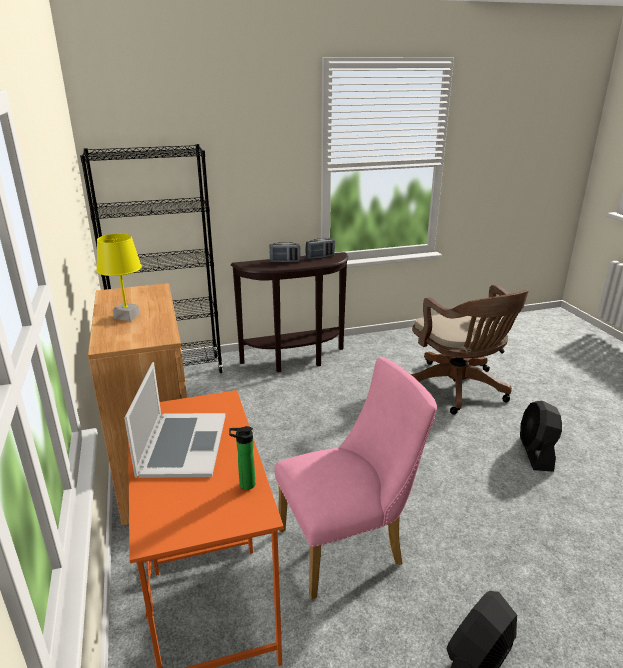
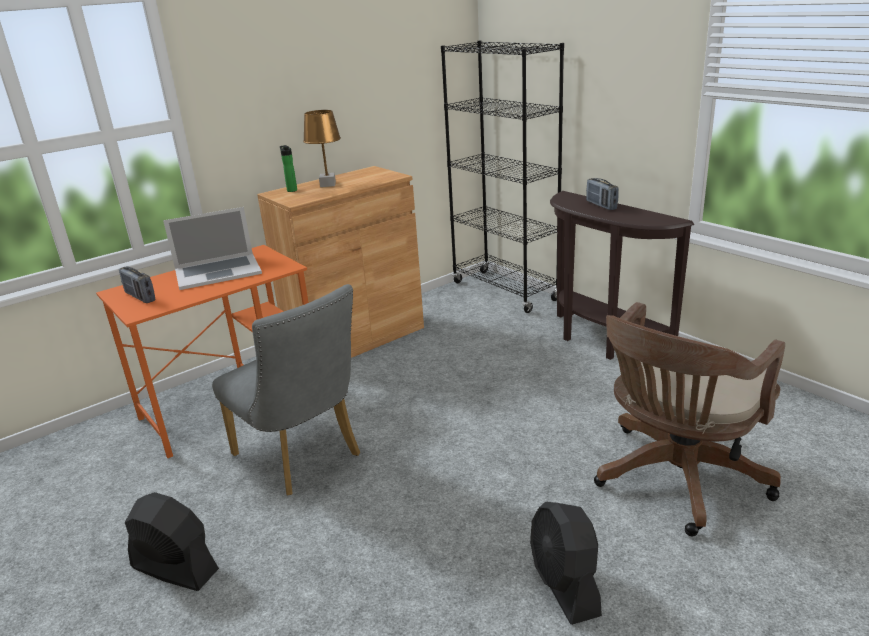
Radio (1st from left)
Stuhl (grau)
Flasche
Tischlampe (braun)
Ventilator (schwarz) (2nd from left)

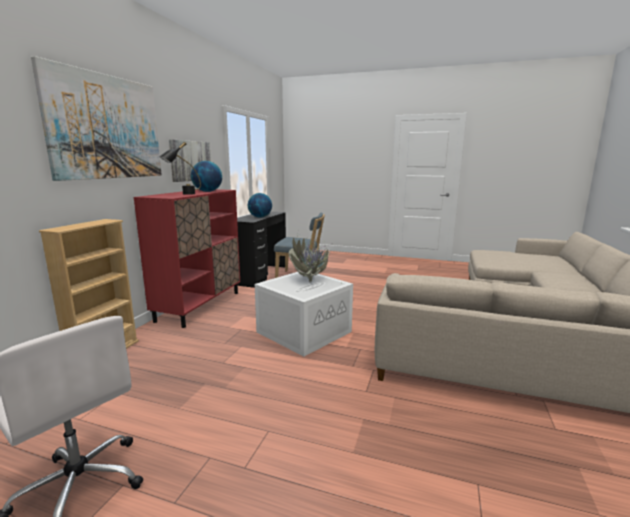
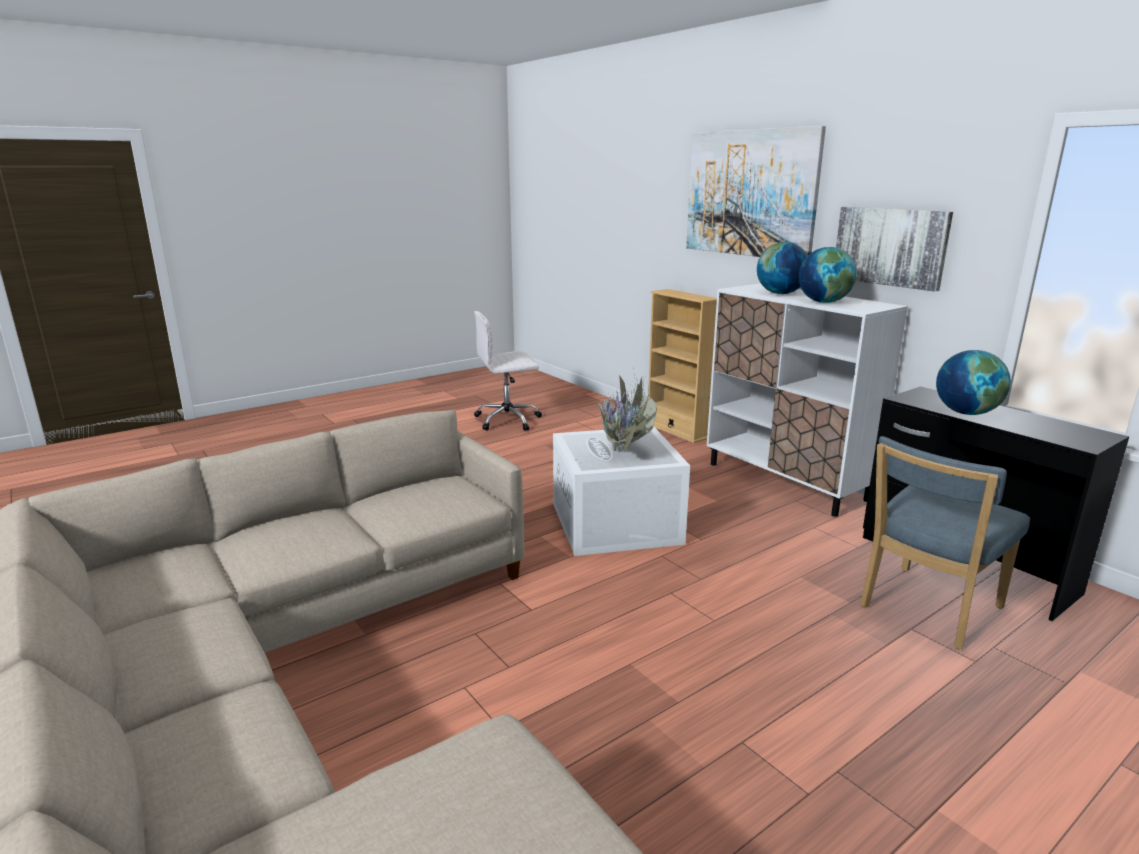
Schrank (weiß)
Globus (1st from left)

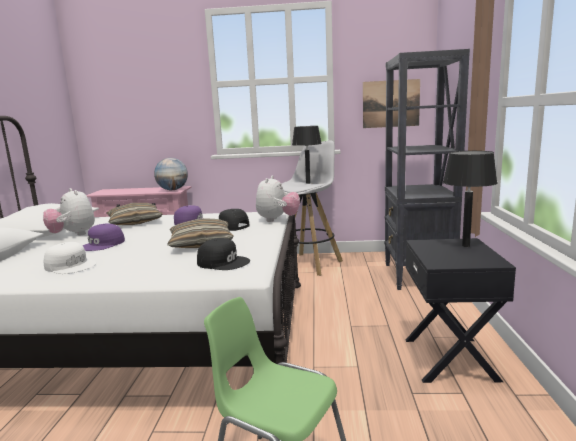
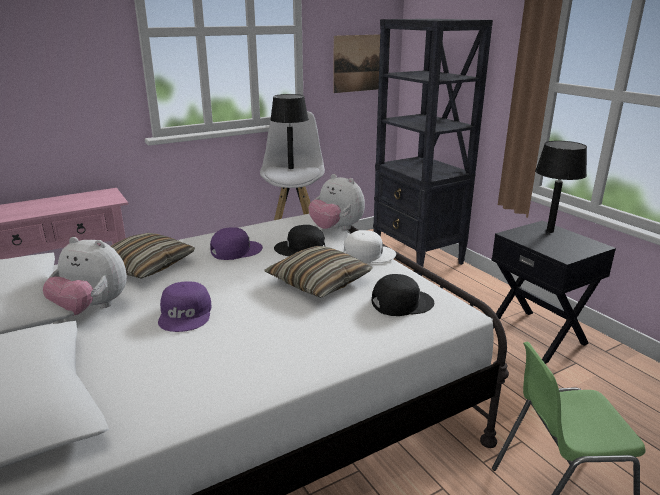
Plüschtier (2nd from left)
Kappe (weiß)
Globus

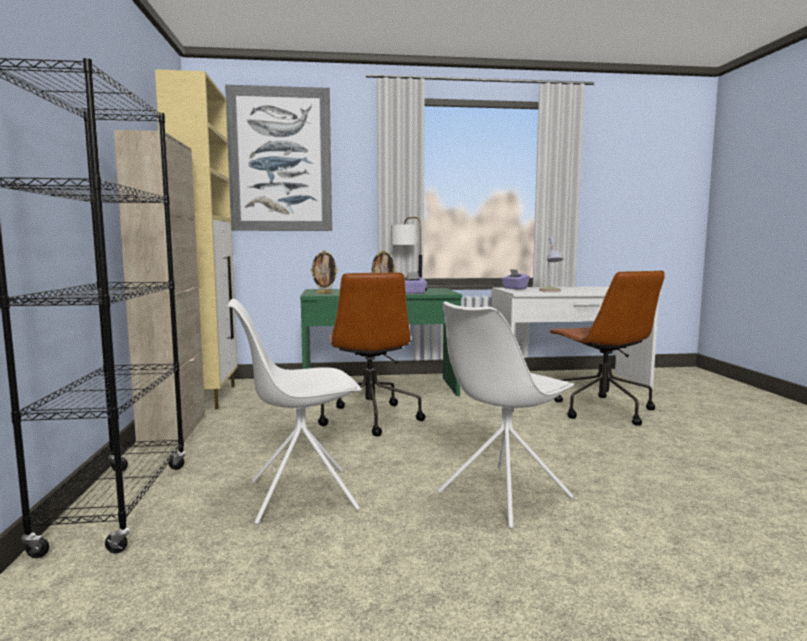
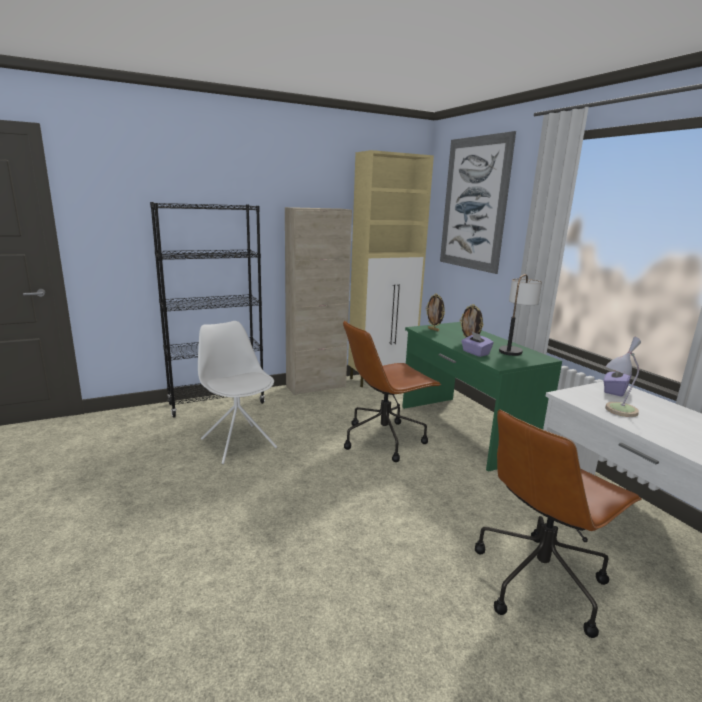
Stuhl (weiß) (2nd from left in the first image)

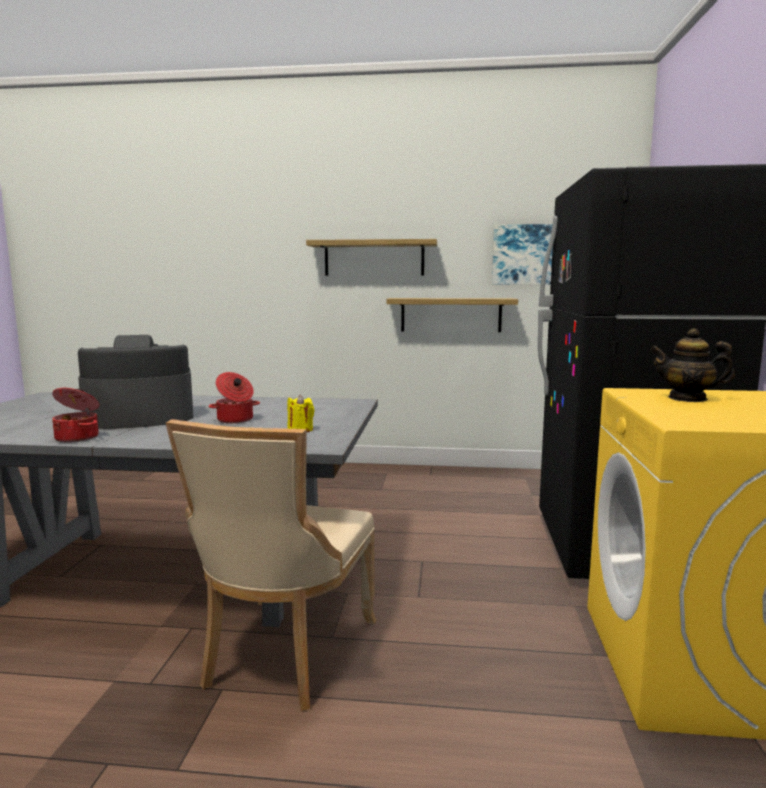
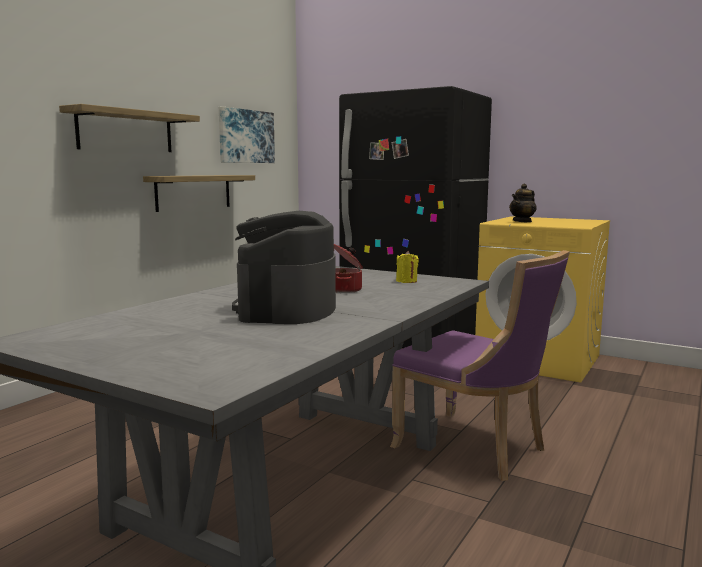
Stuhl (lila)
Kochtopf (1st from left in the first image)

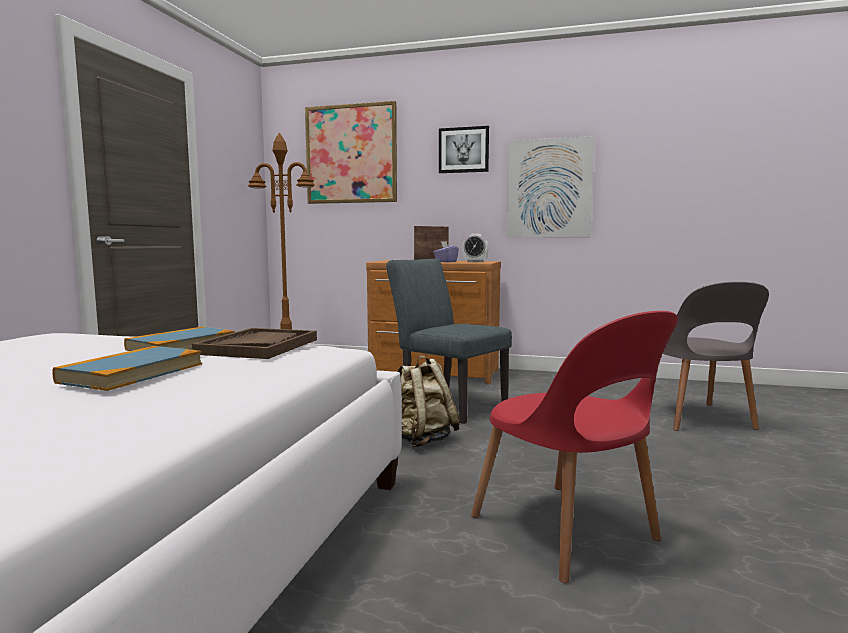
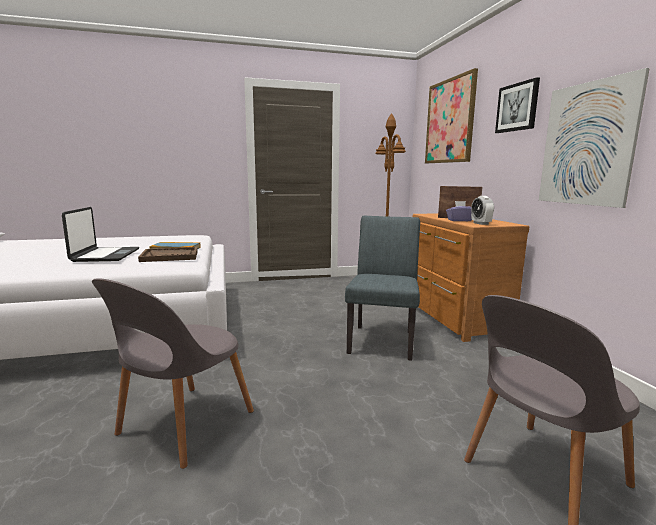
Laptop
Stuhl (grau) (1st from left)
Rucksack (beige)

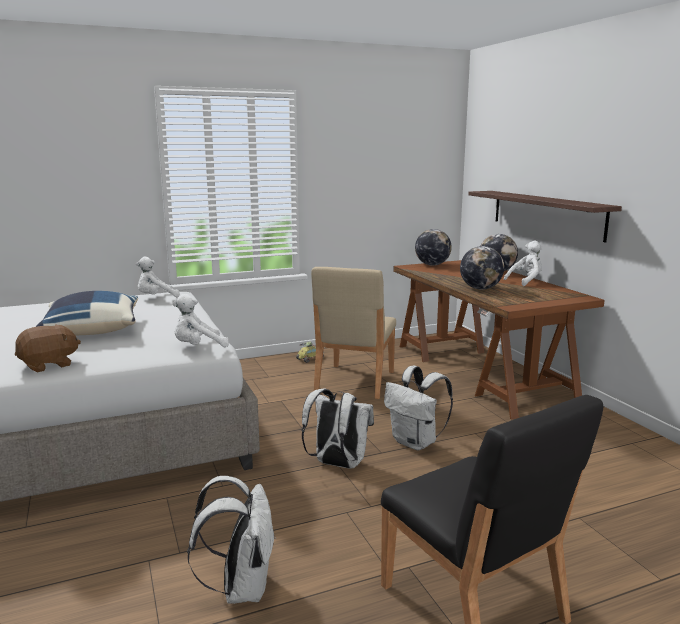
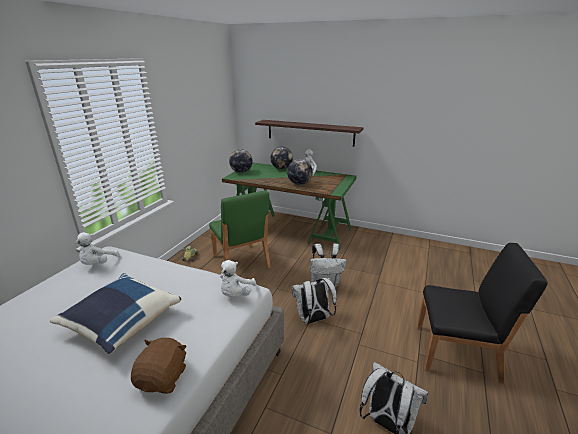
Stuhl (grün)
Schreibtisch (grün)

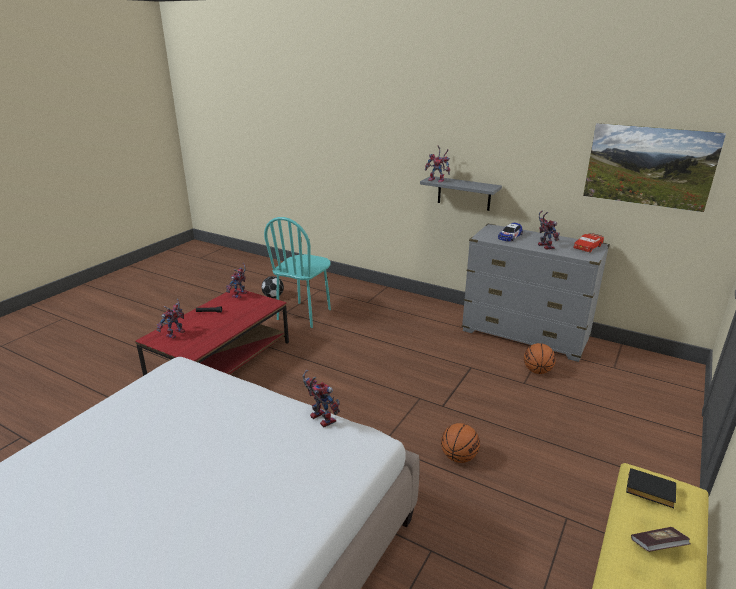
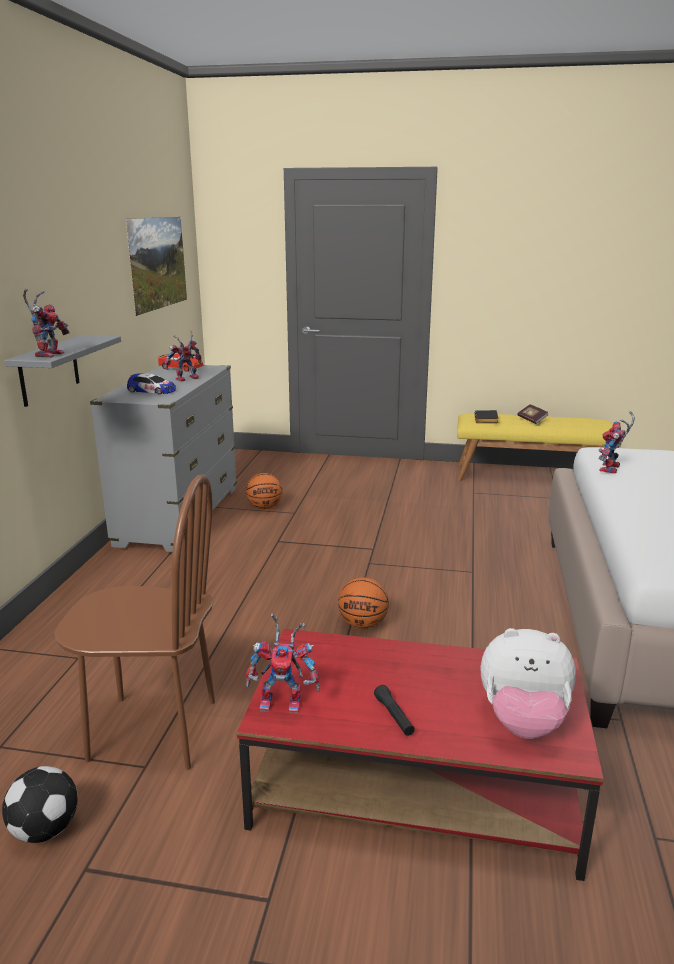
Stuhl (braun)
Basketball (2nd from left)
Plüschtier

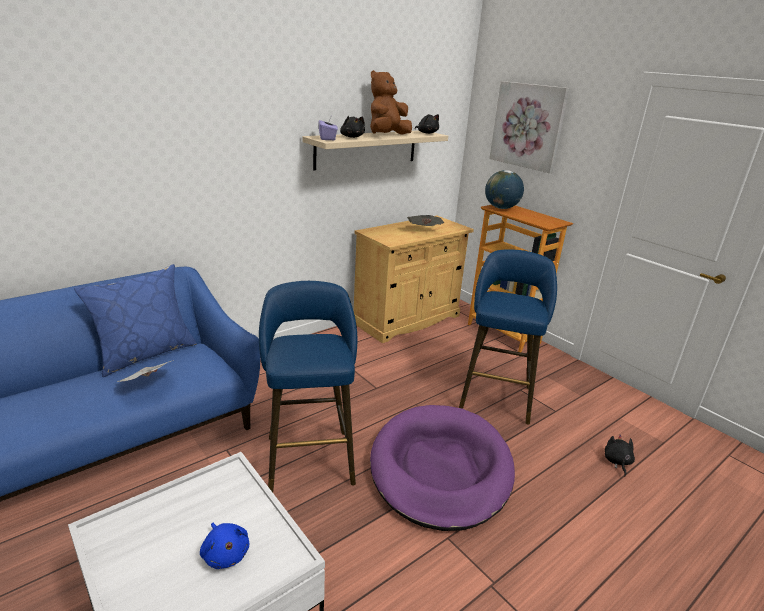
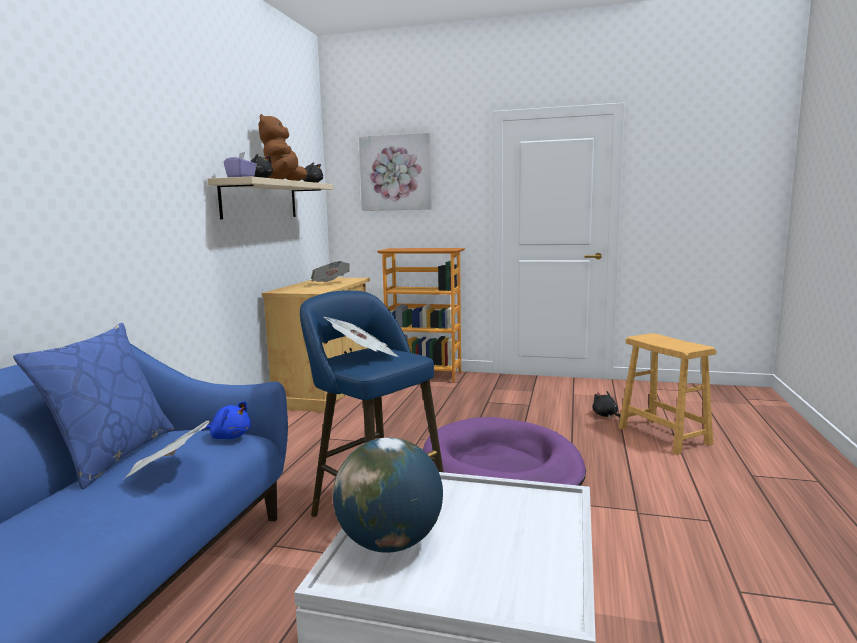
Plüschtier (blau)
Zeitung (3rd from left)
Globus
Hocker (braun)
Hocker (blau) (2nd from left in the first image)

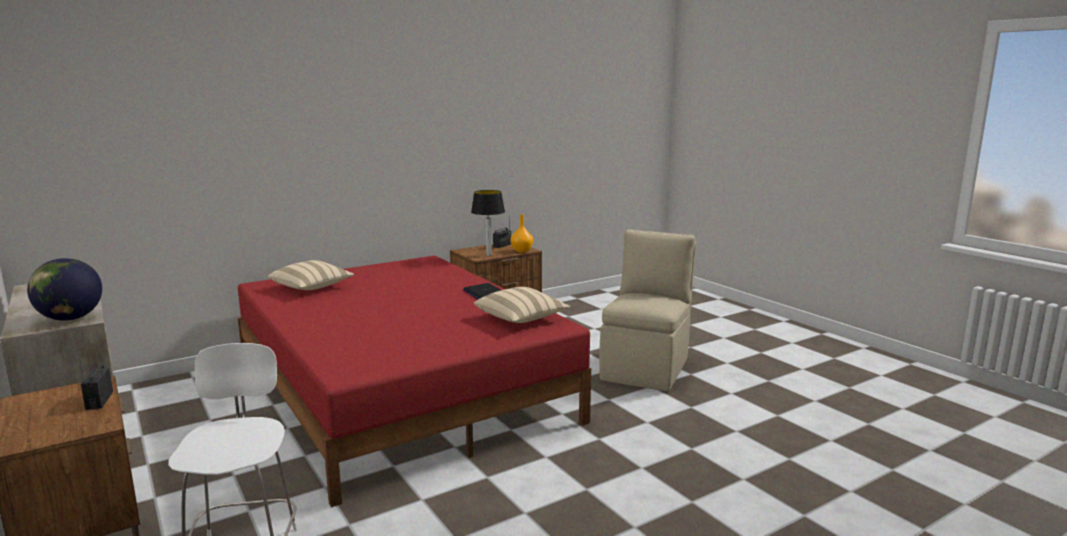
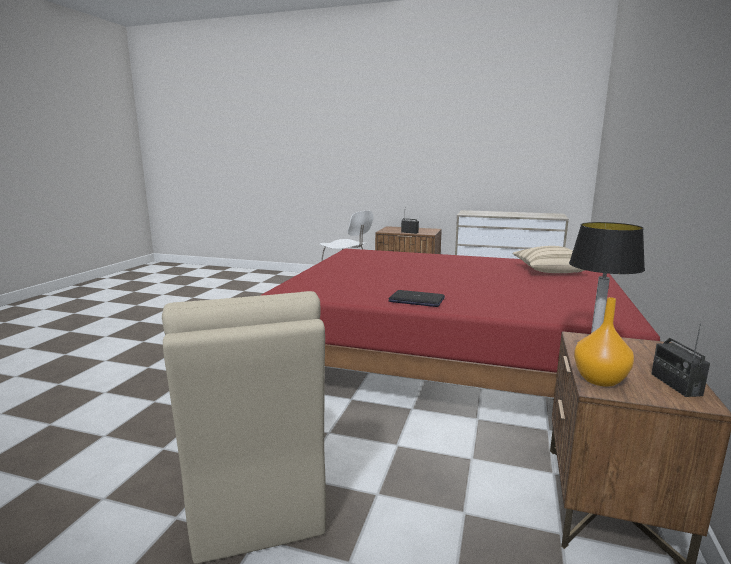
Globus
Kissen (beige) (2nd from left in the first image)

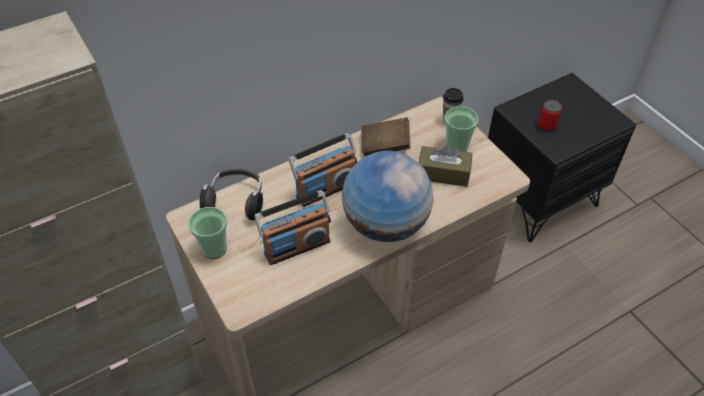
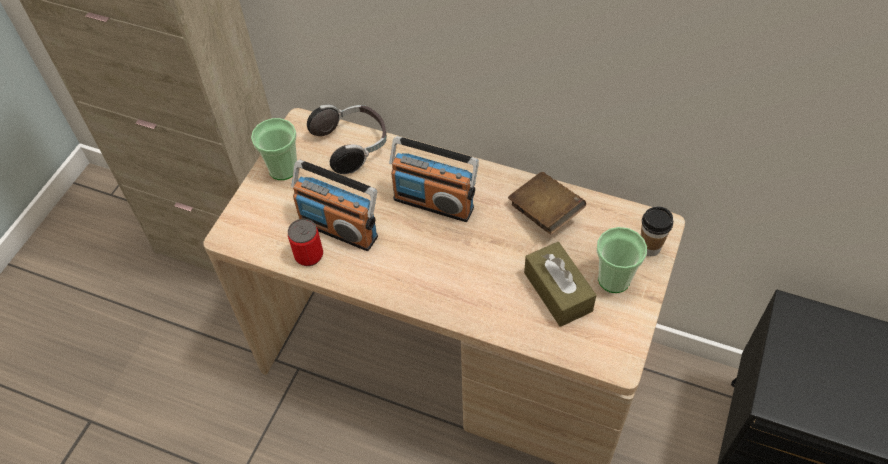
Dose
Globus

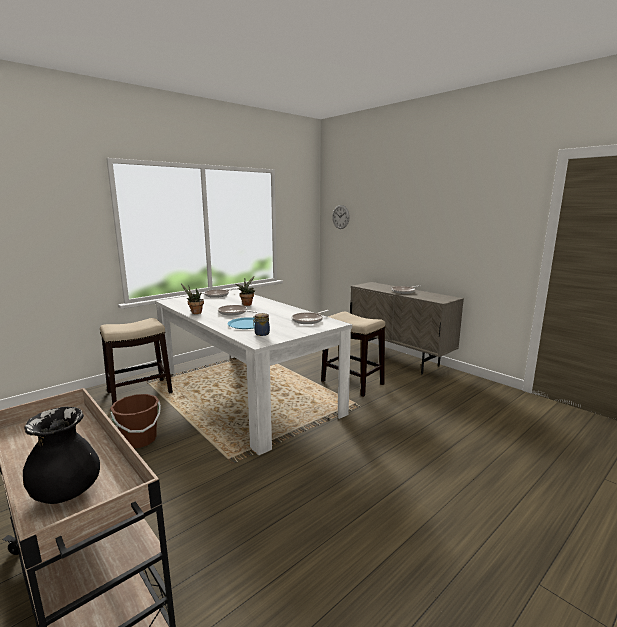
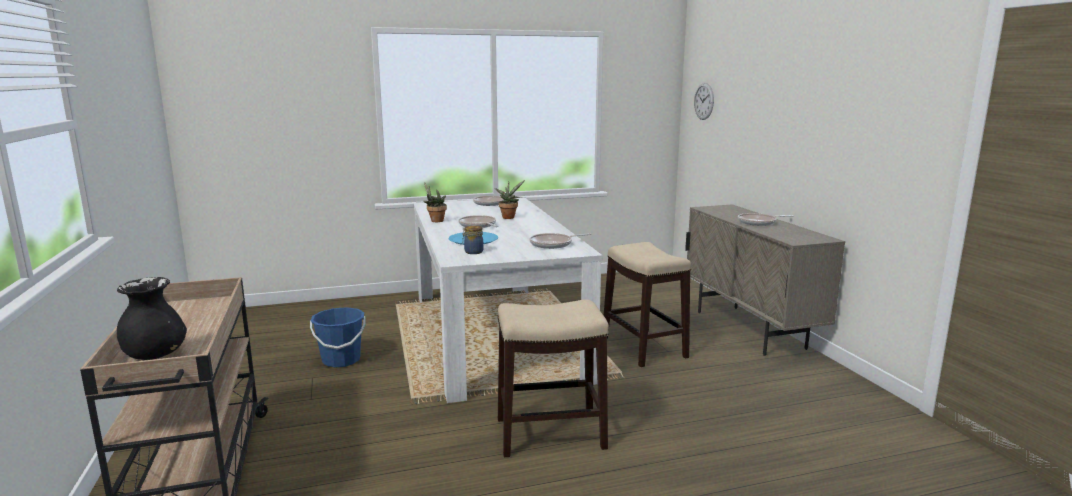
Eimer (blau)
Hocker (1st from left)

